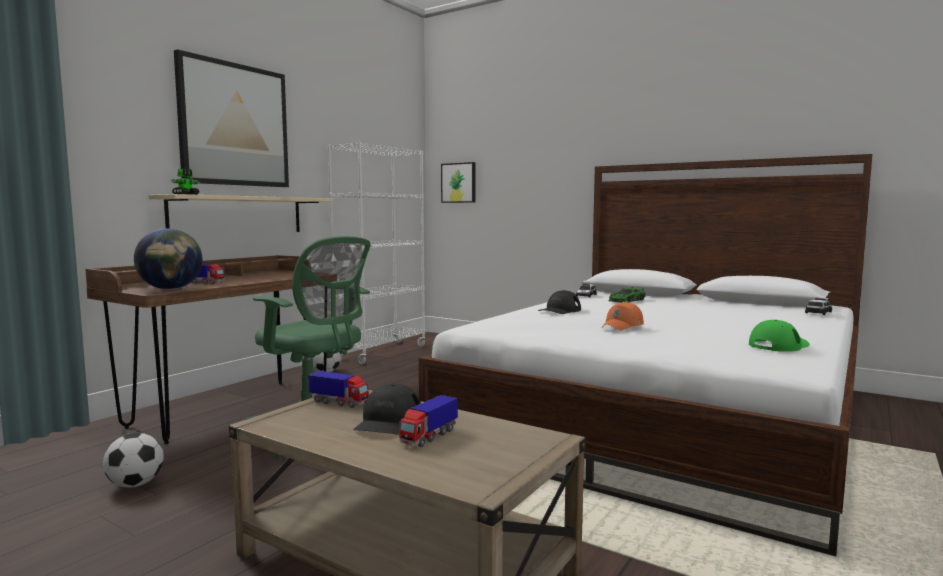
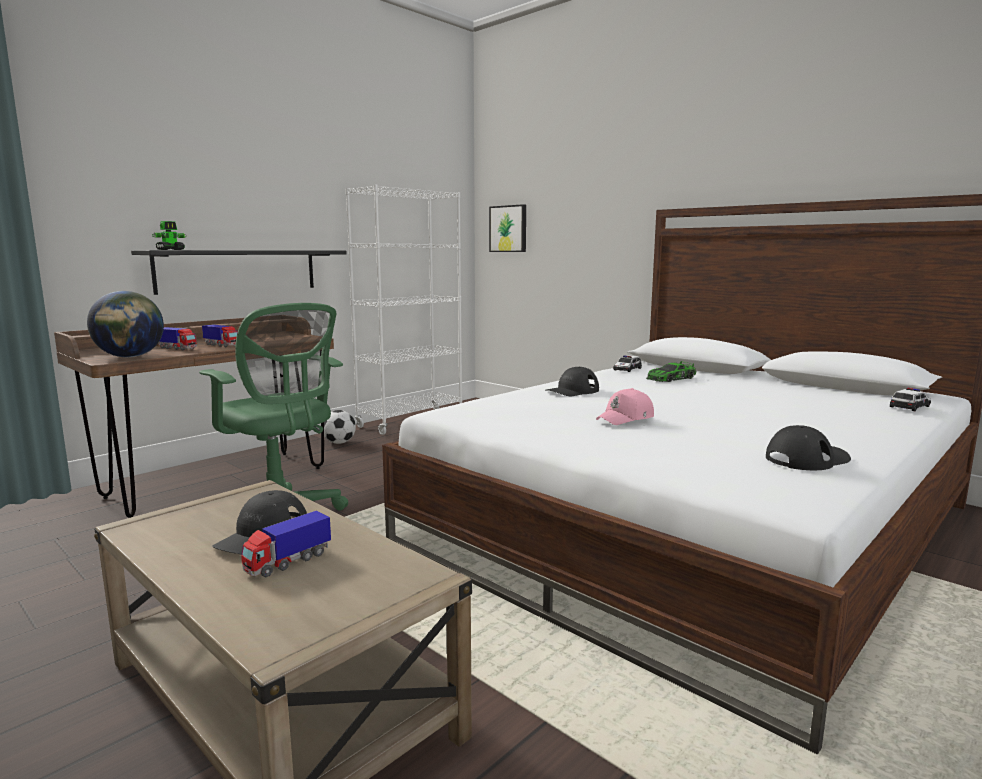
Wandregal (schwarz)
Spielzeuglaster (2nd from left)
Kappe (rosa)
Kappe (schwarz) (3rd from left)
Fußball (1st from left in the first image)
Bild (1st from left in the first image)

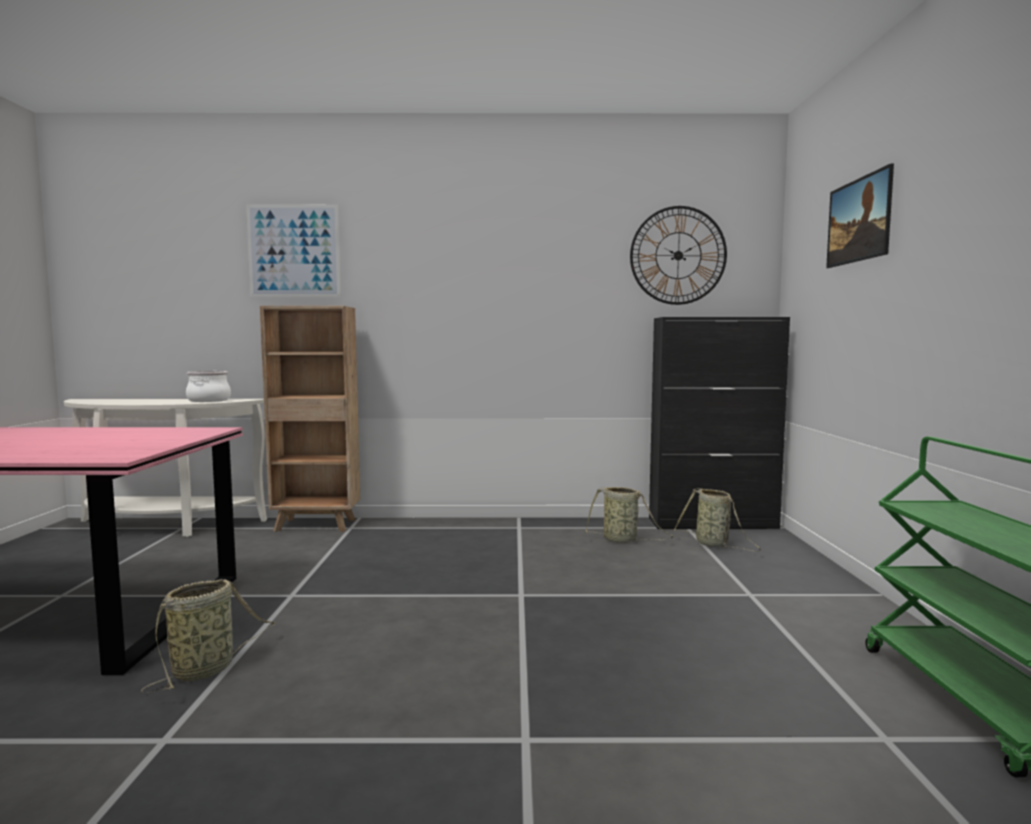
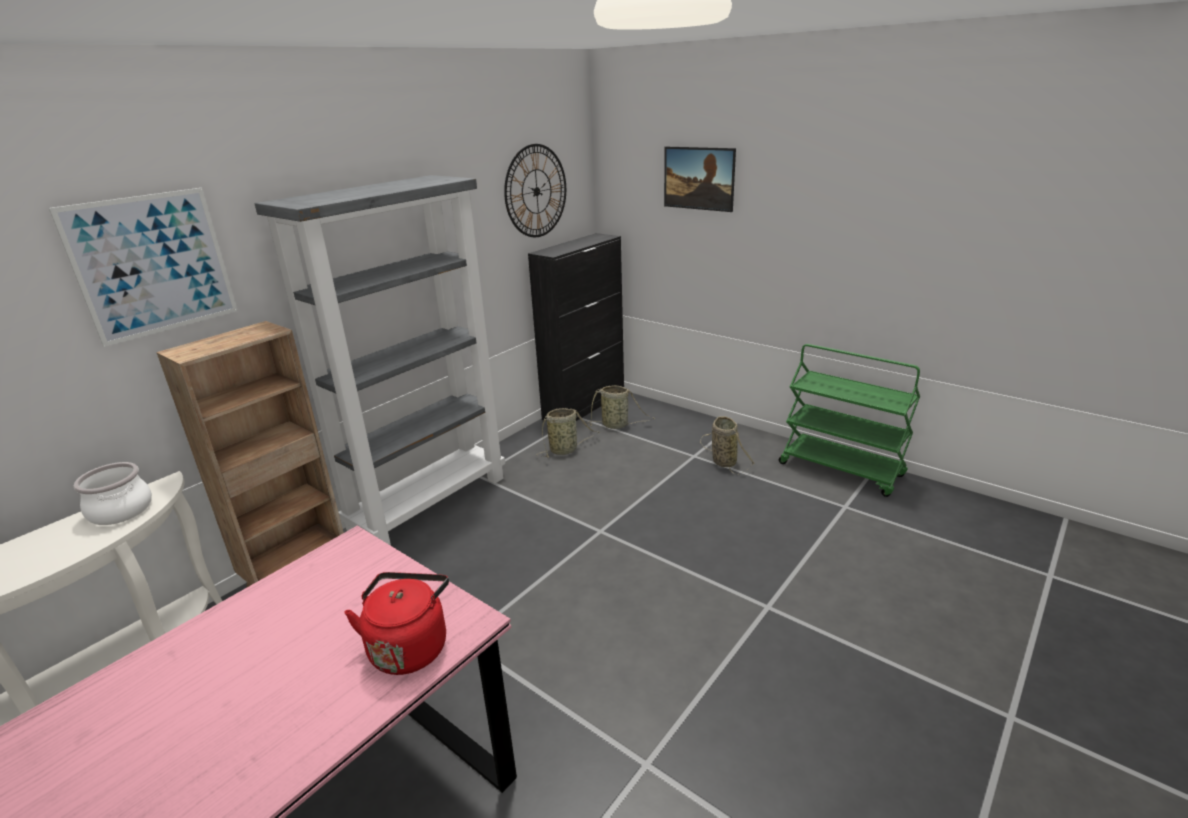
Bücherregal (grau)
Wasserkessel (rot)
Korb (3rd from left)

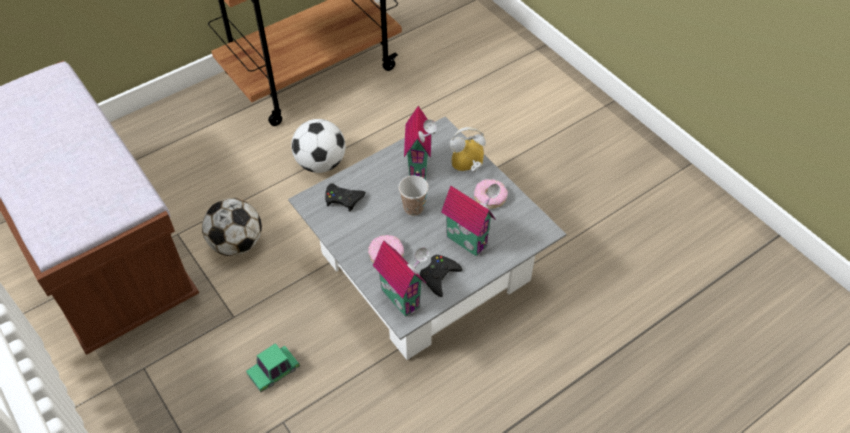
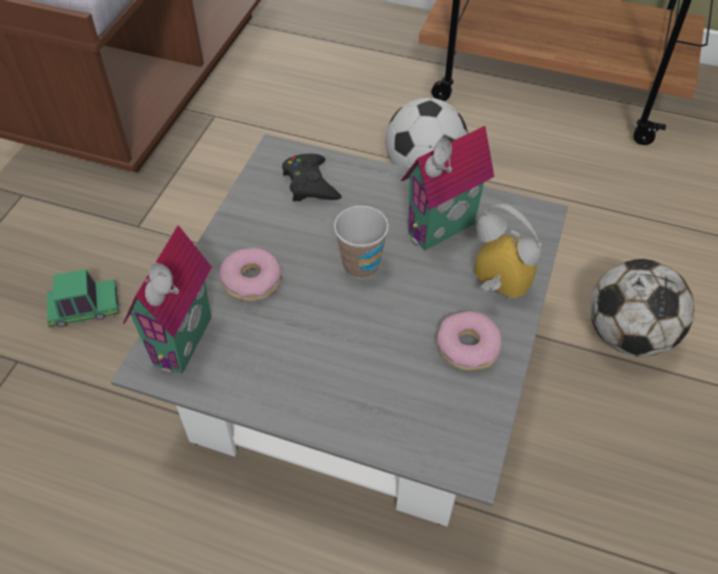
Spielzeugauto
Fußball (2nd from left)
Gamepad (schwarz) (2nd from left in the first image)
Spielzeughaus (3rd from left in the first image)

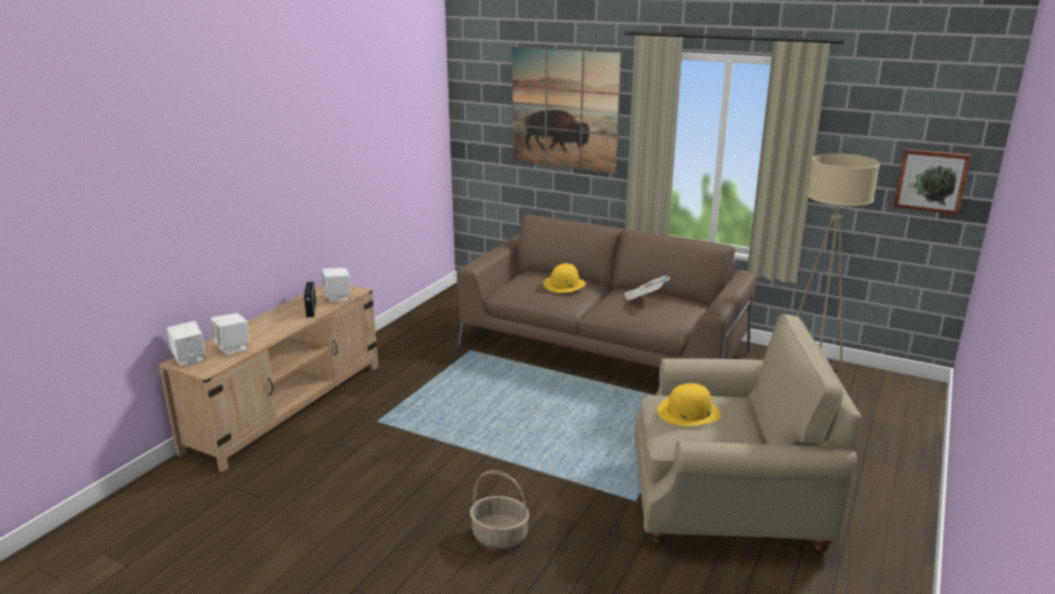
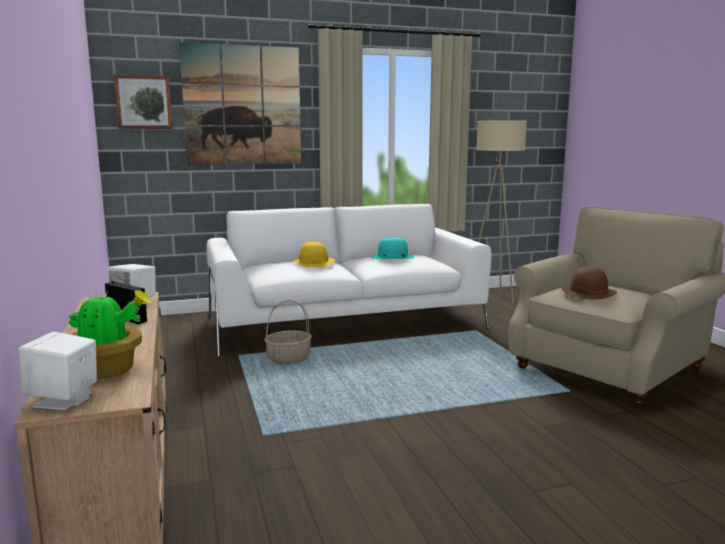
Topfpflanze
Bild (1st from left)
Sofa (weiß)
Korb
Hut (türkis)
Hut (braun)

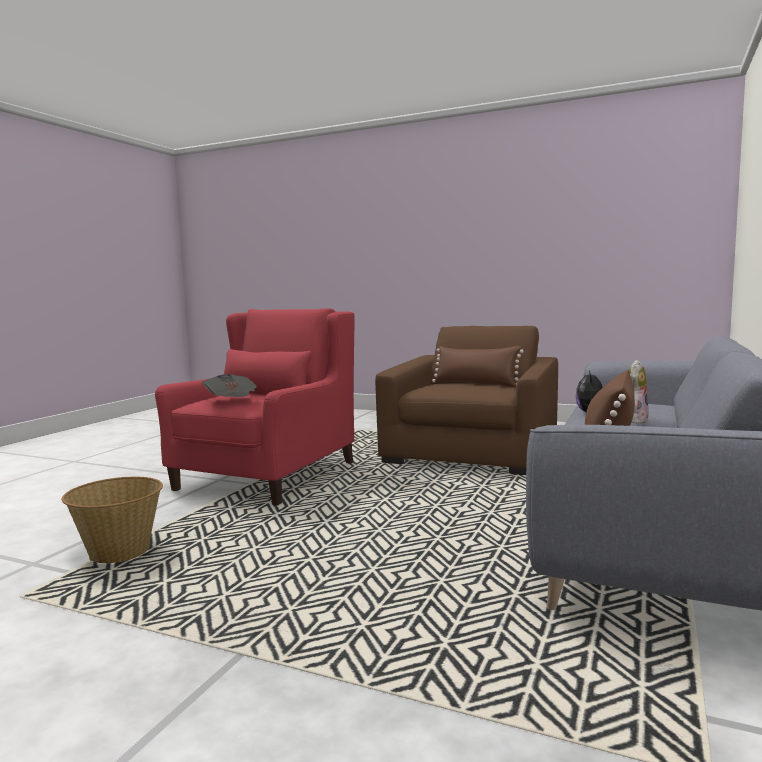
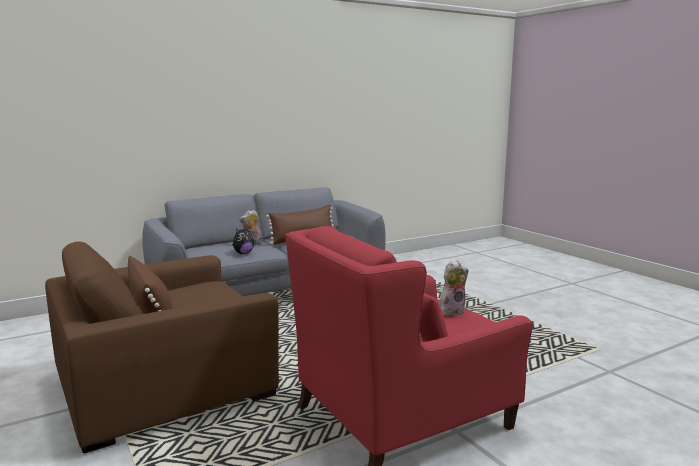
Plüschtier (3rd from left)
Korb

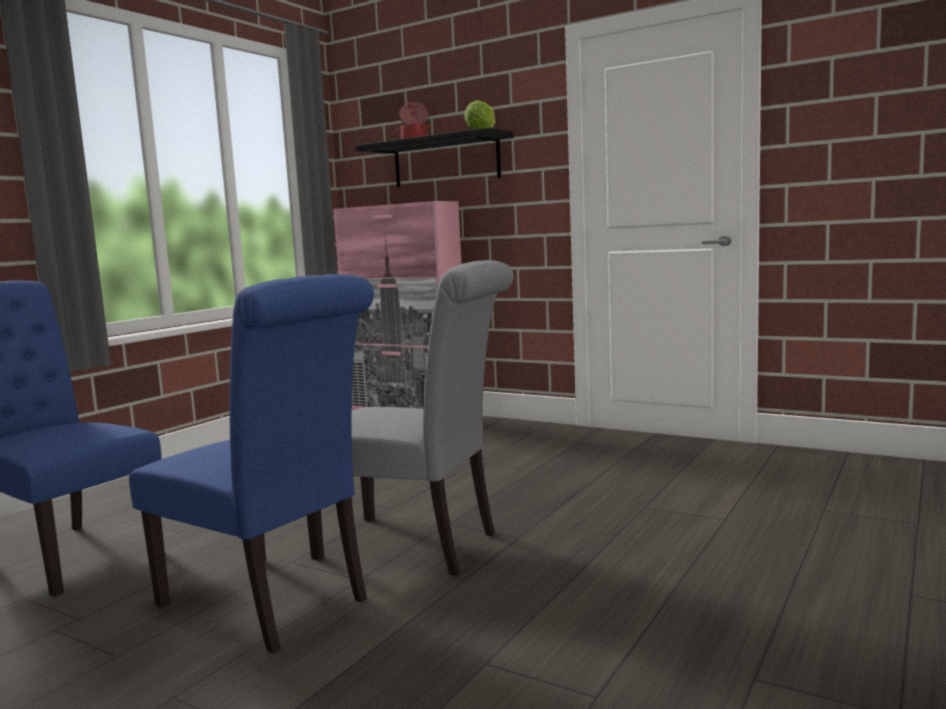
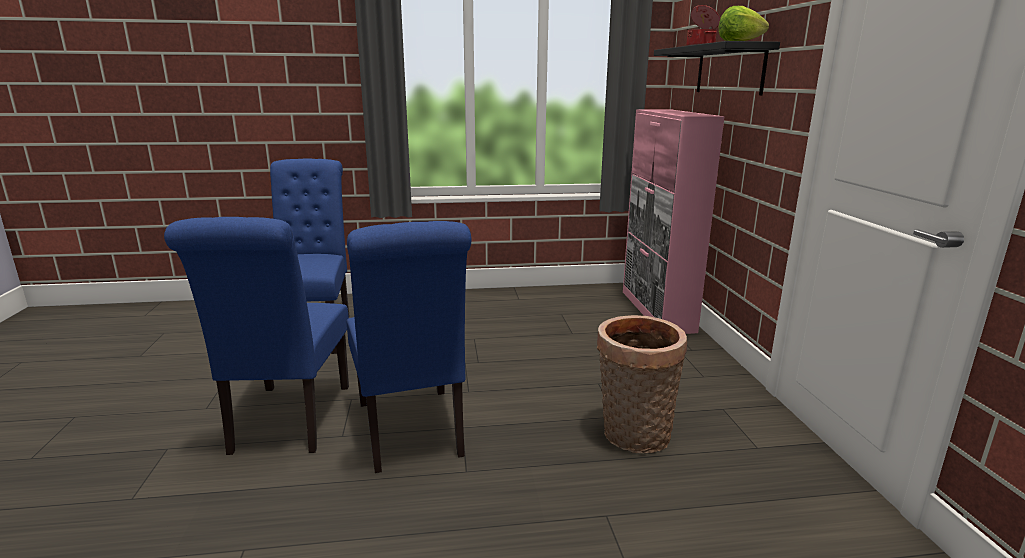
Stuhl (blau) (3rd from left)
Korb

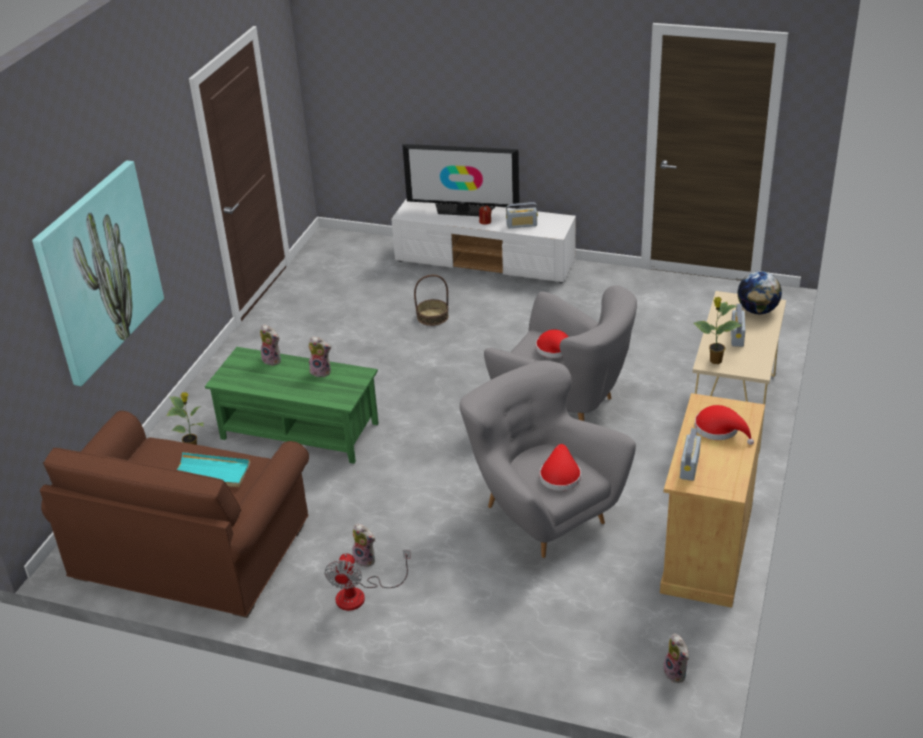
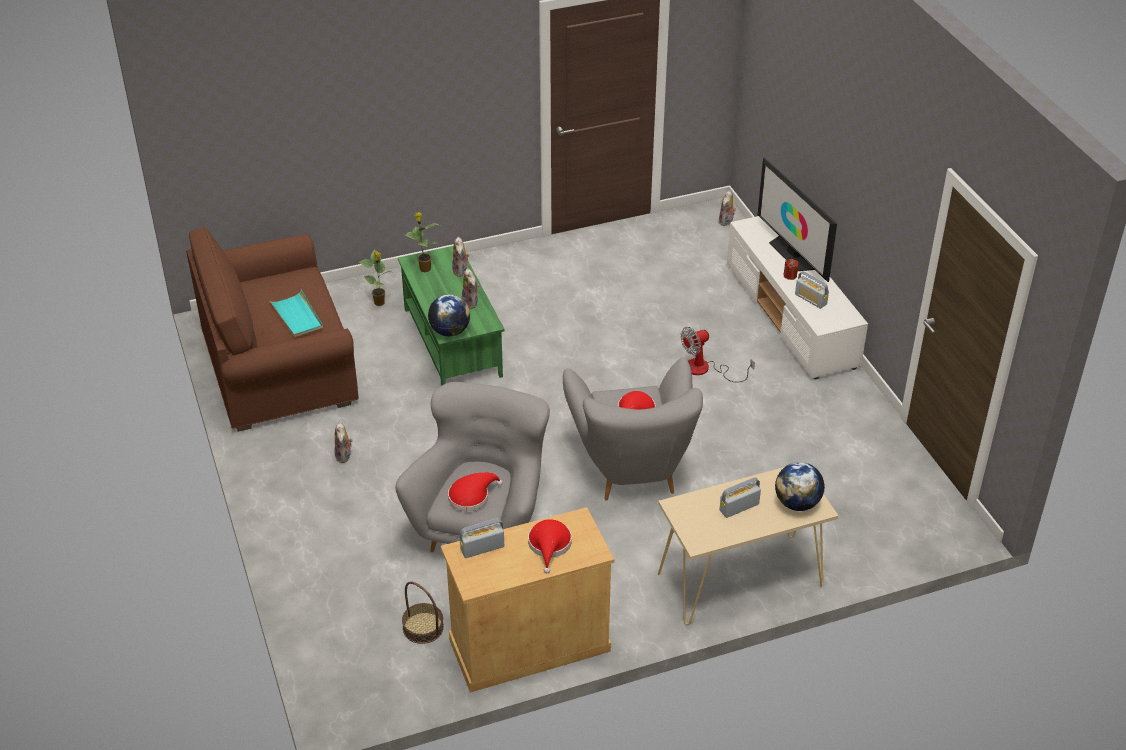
Korb
Topfpflanze (2nd from left)
Globus (1st from left)
Ventilator
Plüschtier (4th from left)
Bild

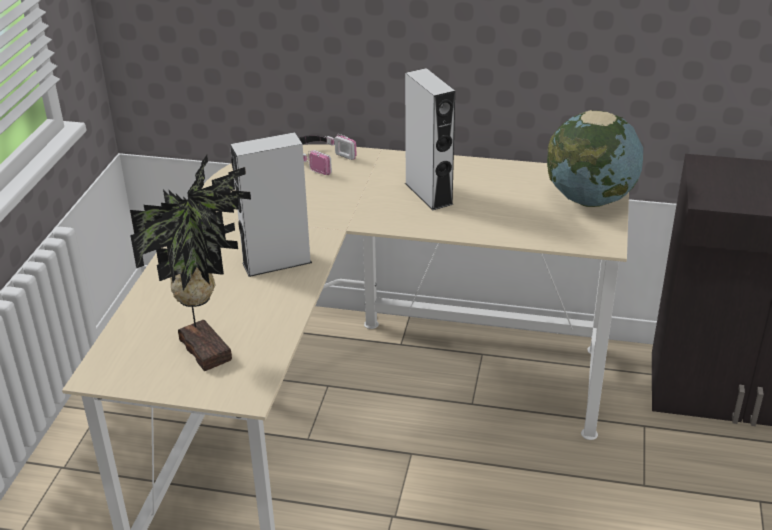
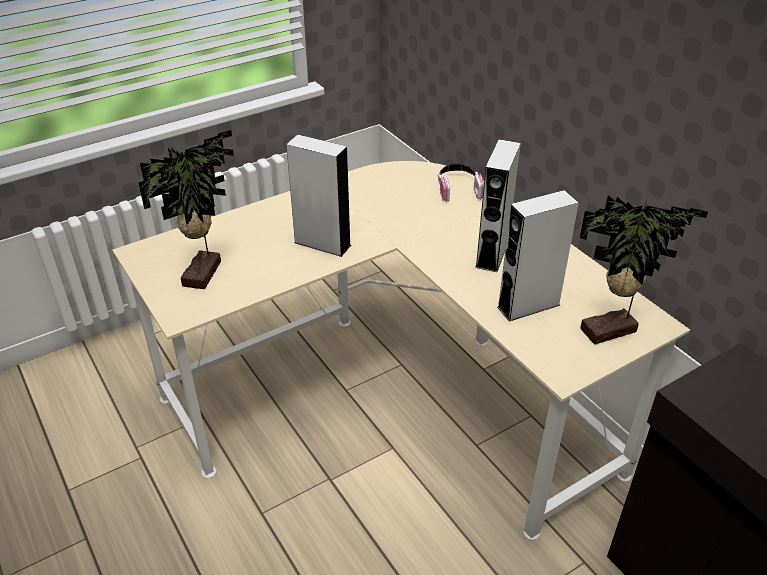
Lautsprecher (grau) (3rd from left)
Topfpflanze (2nd from left)

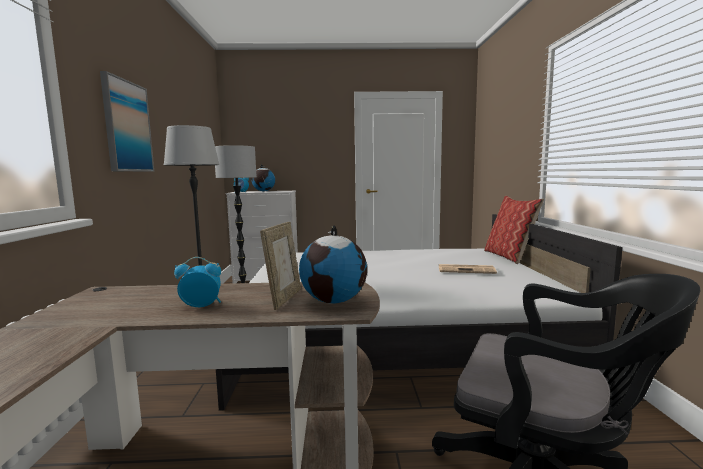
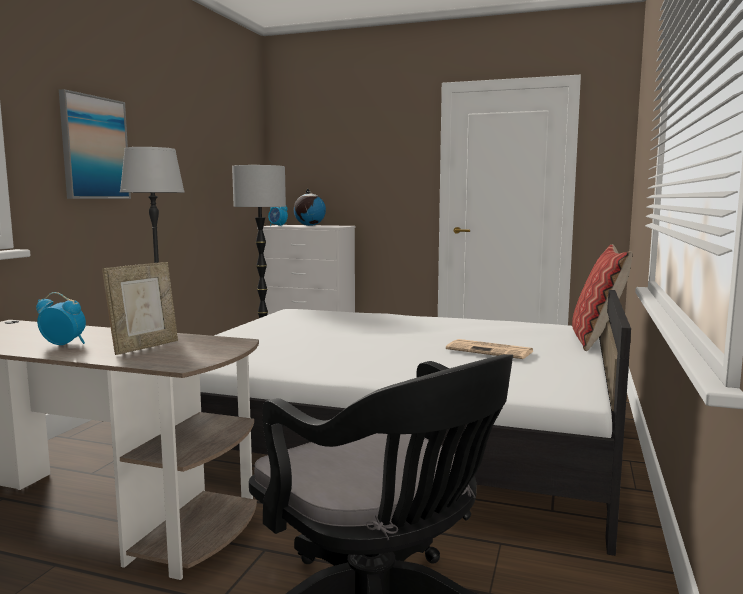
Globus (2nd from left in the first image)

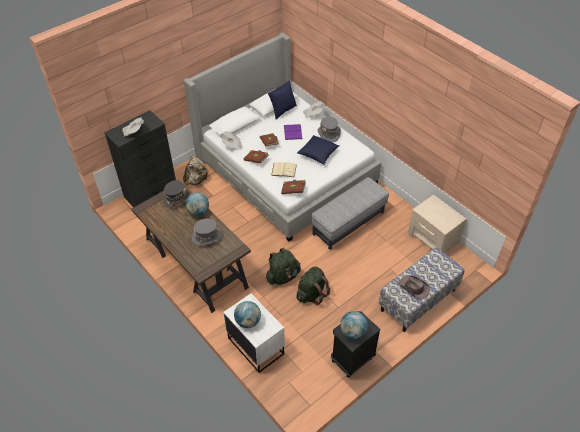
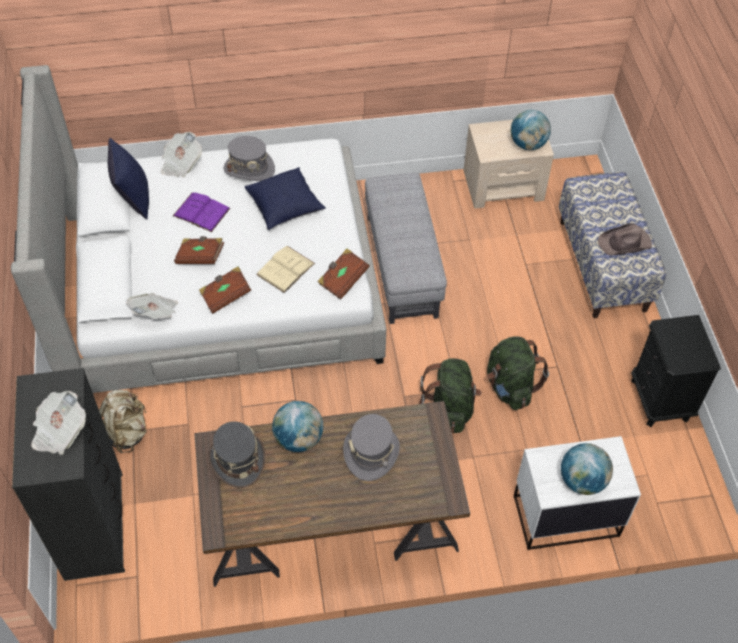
Globus (2nd from left)

